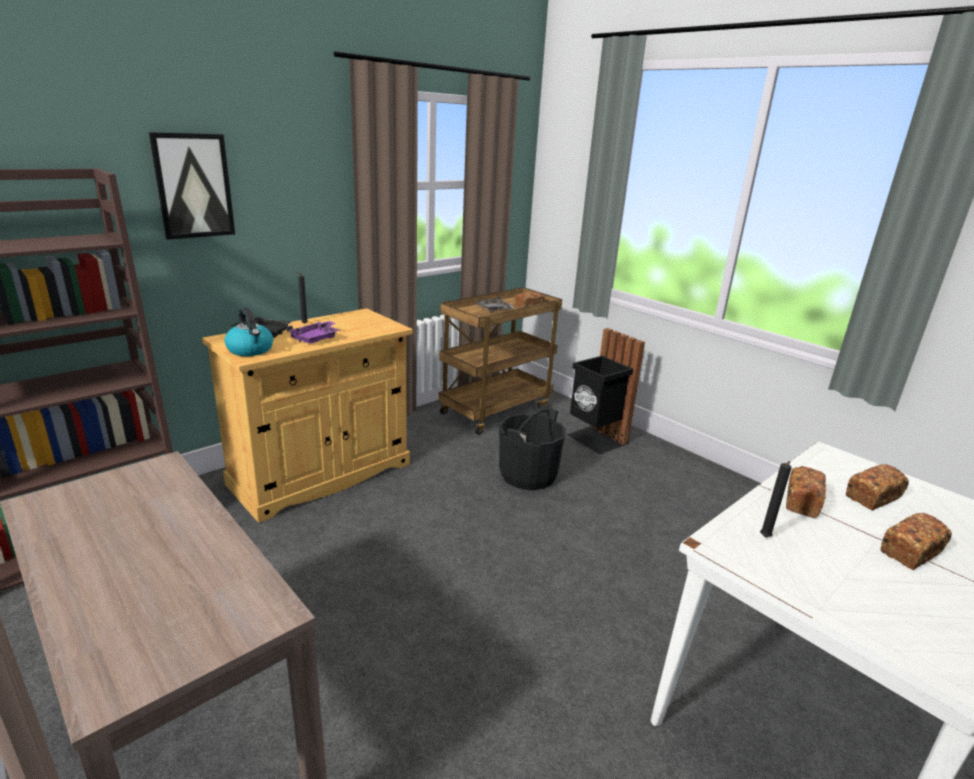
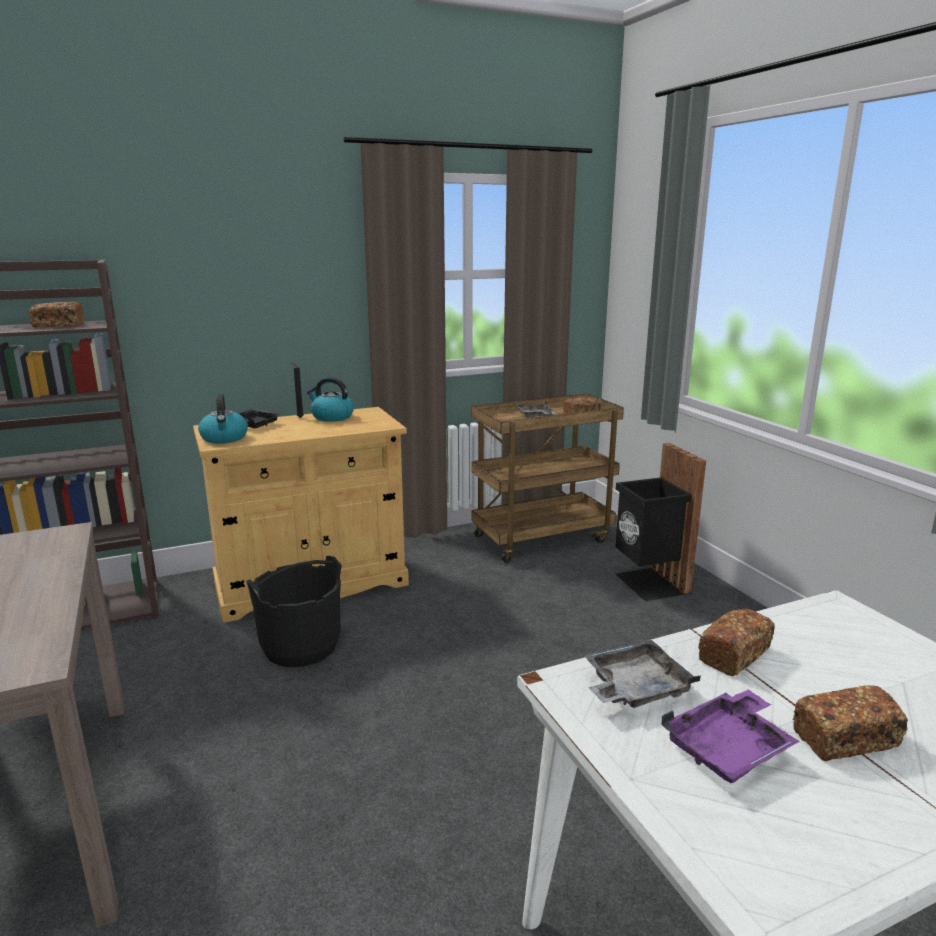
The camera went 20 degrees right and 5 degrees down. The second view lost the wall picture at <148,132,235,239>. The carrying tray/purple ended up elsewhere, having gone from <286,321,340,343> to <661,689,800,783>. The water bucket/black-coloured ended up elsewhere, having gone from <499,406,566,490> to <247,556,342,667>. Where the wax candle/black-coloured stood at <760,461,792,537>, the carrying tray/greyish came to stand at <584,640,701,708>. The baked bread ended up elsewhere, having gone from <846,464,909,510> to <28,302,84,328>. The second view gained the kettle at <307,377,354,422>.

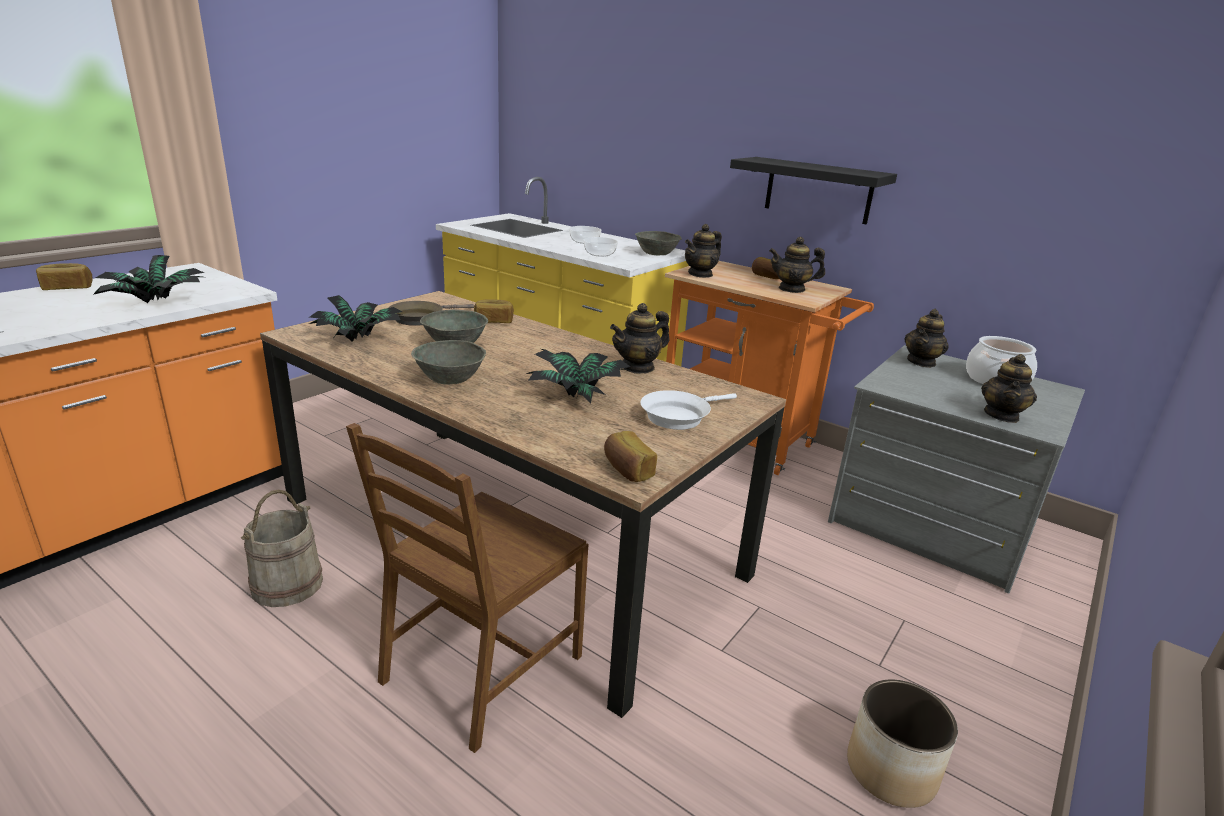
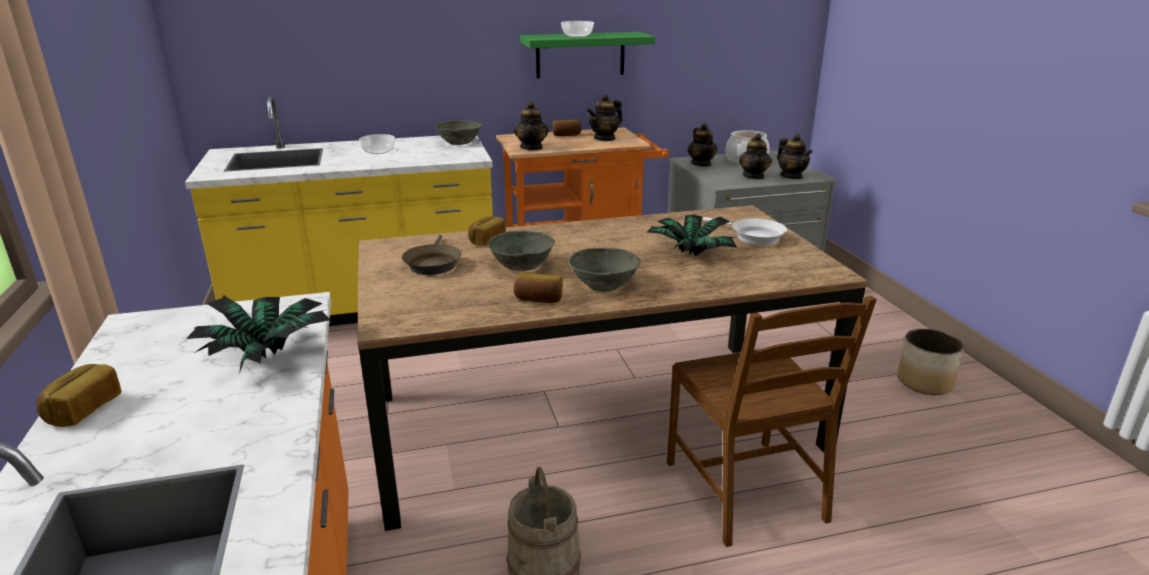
The camera went 50 degrees left and 0 degrees up. What was the wall shelf/black-coloured at <730,157,897,224> turned into the wall shelf/green at <520,32,655,78>. The serving bowl ended up elsewhere, having gone from <583,237,618,257> to <561,21,594,37>. The second view lost the plant in a pot at <309,295,405,342>. The pot for tea ended up elsewhere, having gone from <610,303,669,374> to <739,134,772,179>. The frying pan/white-coloured at <640,390,737,430> ended up facing another way, 45 degrees counterclockwise from before. The baked bread ended up elsewhere, having gone from <604,431,657,482> to <514,272,563,303>.

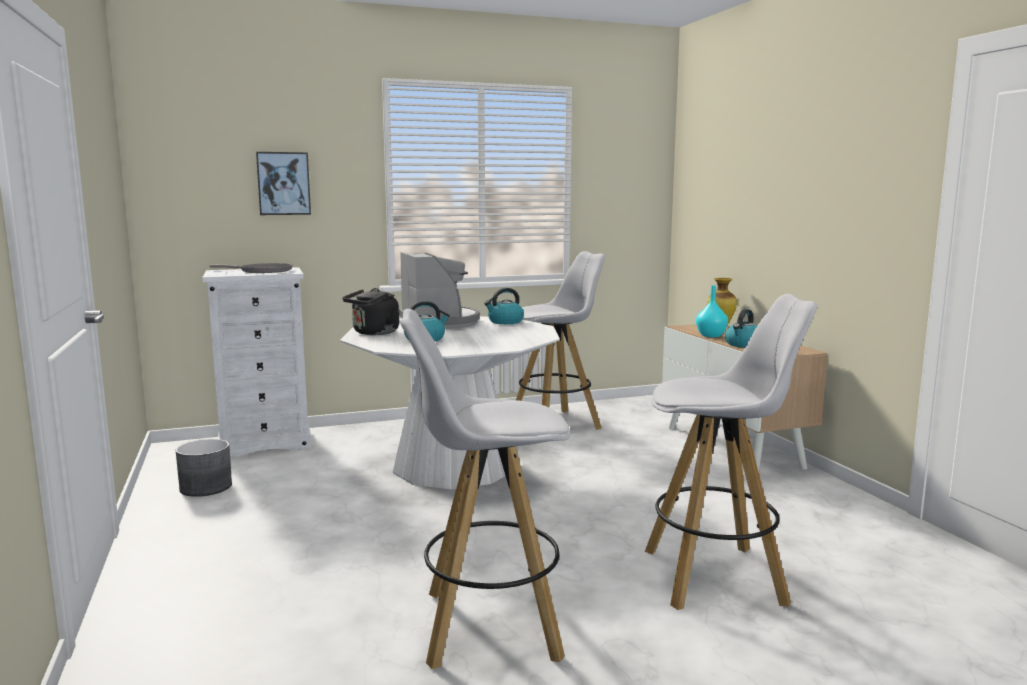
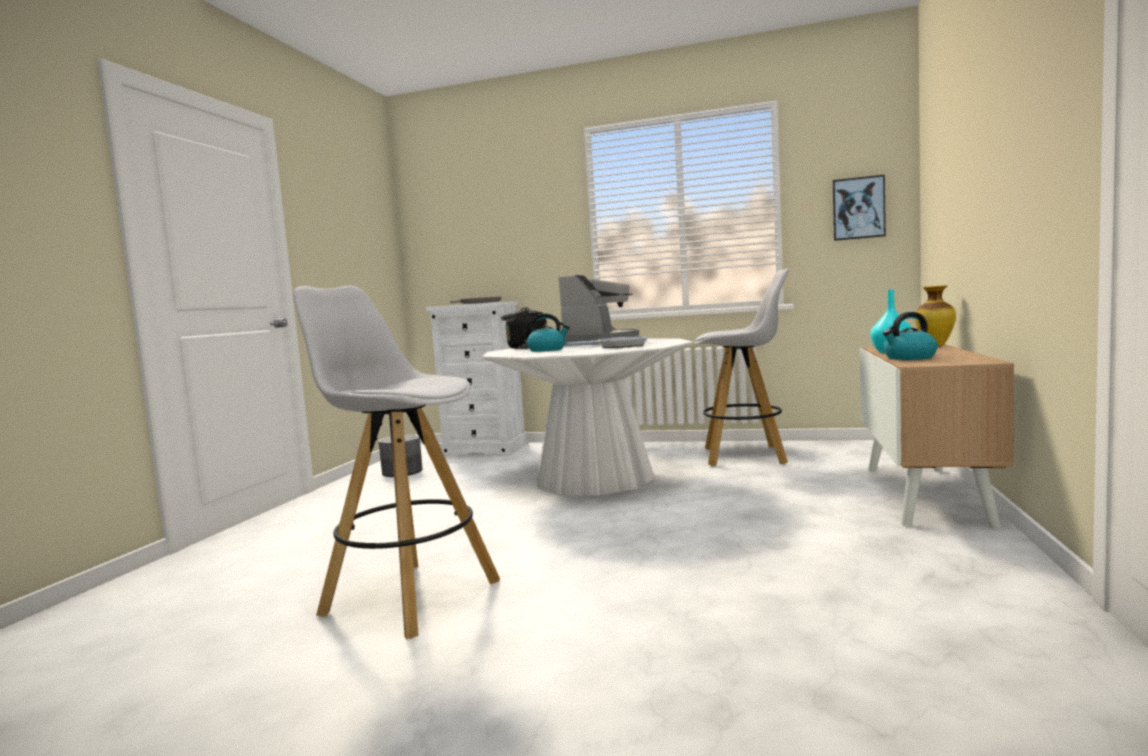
The camera went 35 degrees right and 5 degrees down. The wall picture ended up elsewhere, having gone from <256,152,311,215> to <833,175,886,241>. The second view lost the kettle at <484,288,524,324>. The second view lost the stool/white-coloured at <645,294,817,610>. The second view gained the frying pan at <568,336,647,348>.

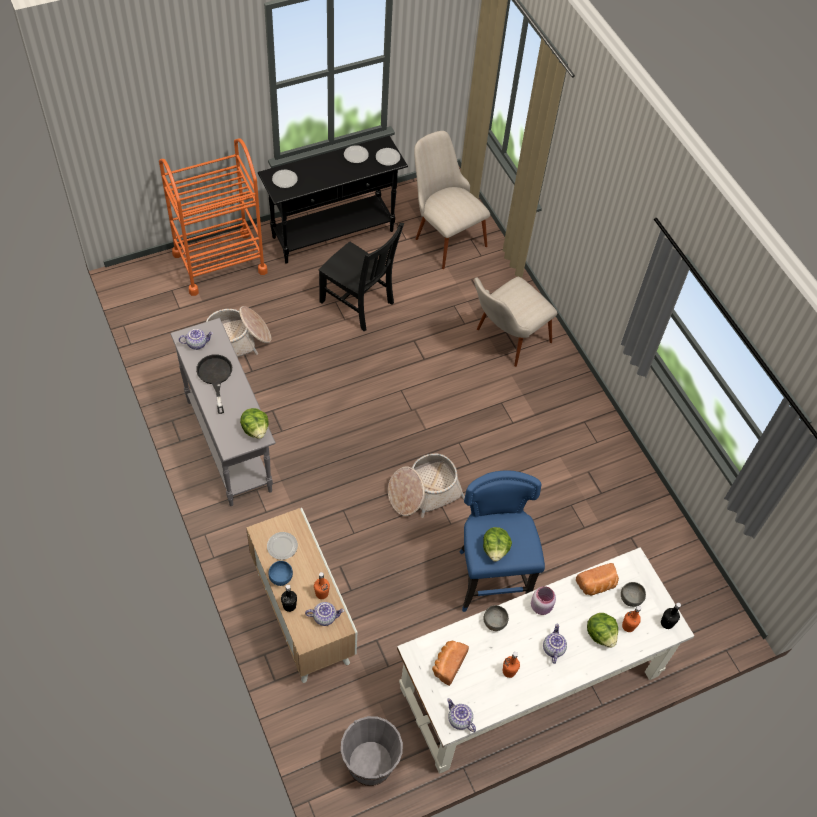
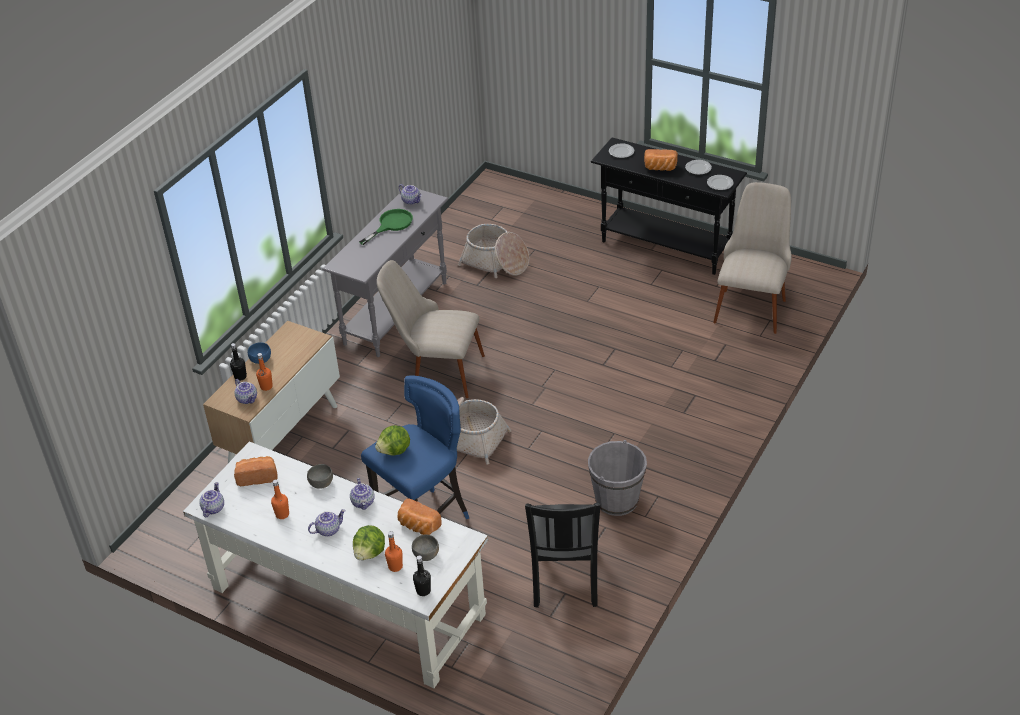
The camera went 60 degrees right and 15 degrees down. The second view lost the cart/orange at <159,139,268,296>. The plain chair/black-coloured ended up elsewhere, having gone from <319,223,404,331> to <525,502,601,608>. The plain chair/beige-coloured ended up elsewhere, having gone from <474,277,557,367> to <377,260,485,398>. What was the frying pan/black-coloured at <196,354,232,414> turned into the frying pan/green at <359,209,413,245>. The second view lost the lettuce at <240,408,269,439>. The second view lost the flat dish at <267,532,298,560>. Where the preserve jar/pink-coloured stood at <531,586,556,615>, the pot for tea came to stand at <350,478,375,510>. The water bucket/greyish ended up elsewhere, having gone from <341,716,403,786> to <588,440,647,516>. The second view gained the baked bread at <644,149,678,171>.

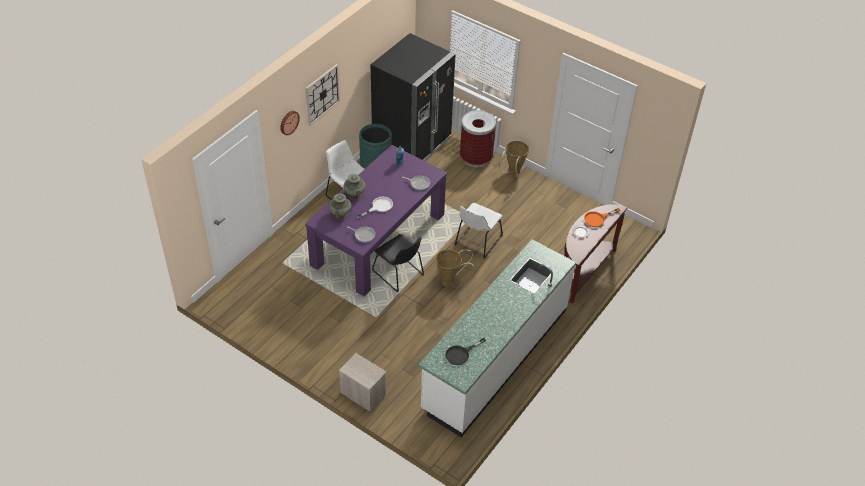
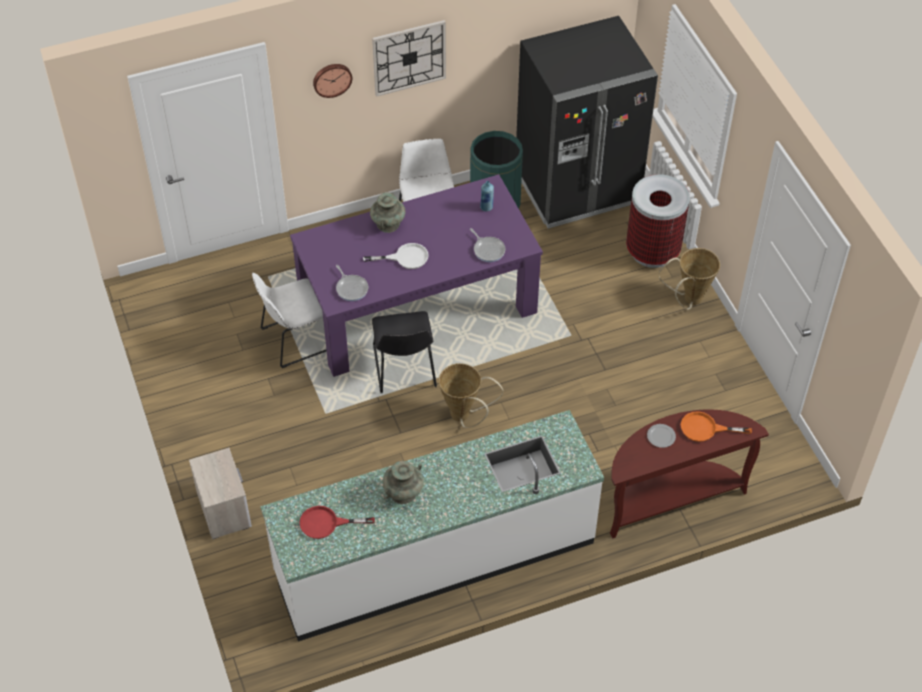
The camera went 35 degrees right and 5 degrees up. The decorative vase/turquoise-coloured ended up elsewhere, having gone from <329,194,352,220> to <383,461,424,504>. The plain chair/white-coloured ended up elsewhere, having gone from <455,203,503,259> to <252,273,327,368>. What was the frying pan/black-coloured at <445,338,486,365> turned into the frying pan/reddish at <299,506,375,539>.

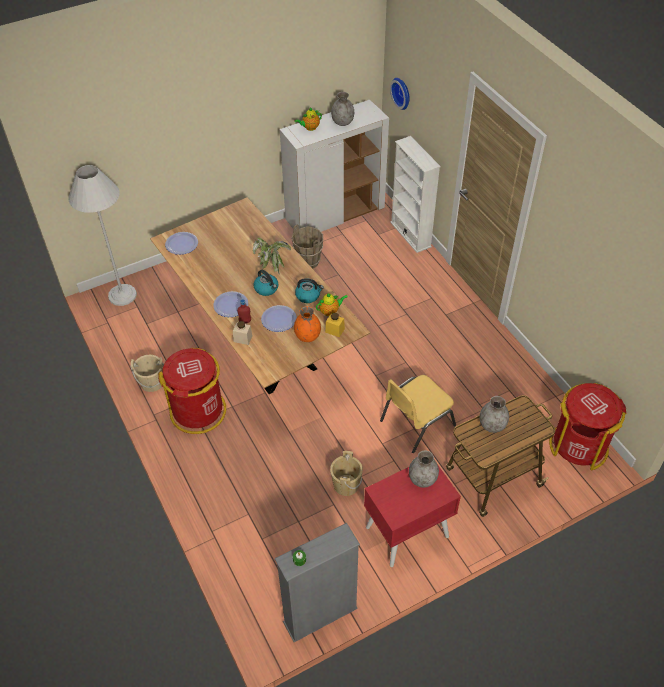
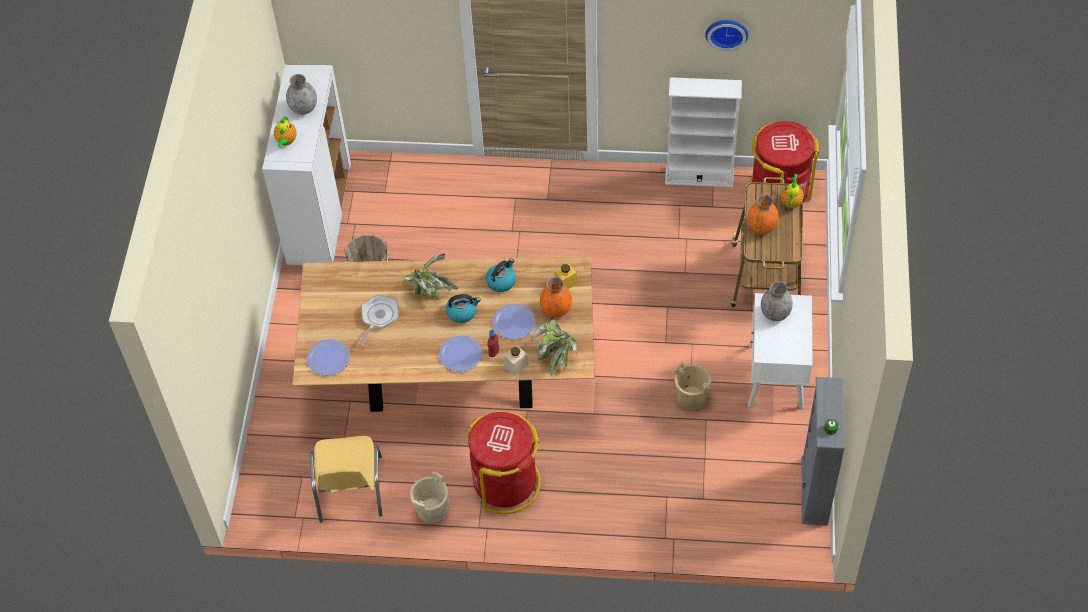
The camera went 55 degrees left and 5 degrees up. The clock on the wall ended up elsewhere, having gone from <390,78,410,110> to <705,20,748,51>. The bookshelf/white-coloured ended up elsewhere, having gone from <390,136,441,253> to <665,77,742,187>. The second view lost the standing lamp/white-coloured at <68,165,137,306>. The pot for tea ended up elsewhere, having gone from <316,293,348,316> to <781,174,804,209>. The plain chair/yellowish ended up elsewhere, having gone from <380,375,456,453> to <310,436,382,522>. What was the decorative vase/greyish at <479,396,509,433> turned into the decorative vase/orange at <748,194,779,234>. What was the night table/reddish at <364,464,461,567> turned into the night table/white-coloured at <748,293,813,410>. The second view gained the frying pan at <359,295,399,345>. The second view gained the plant in a pot at <531,320,578,377>.

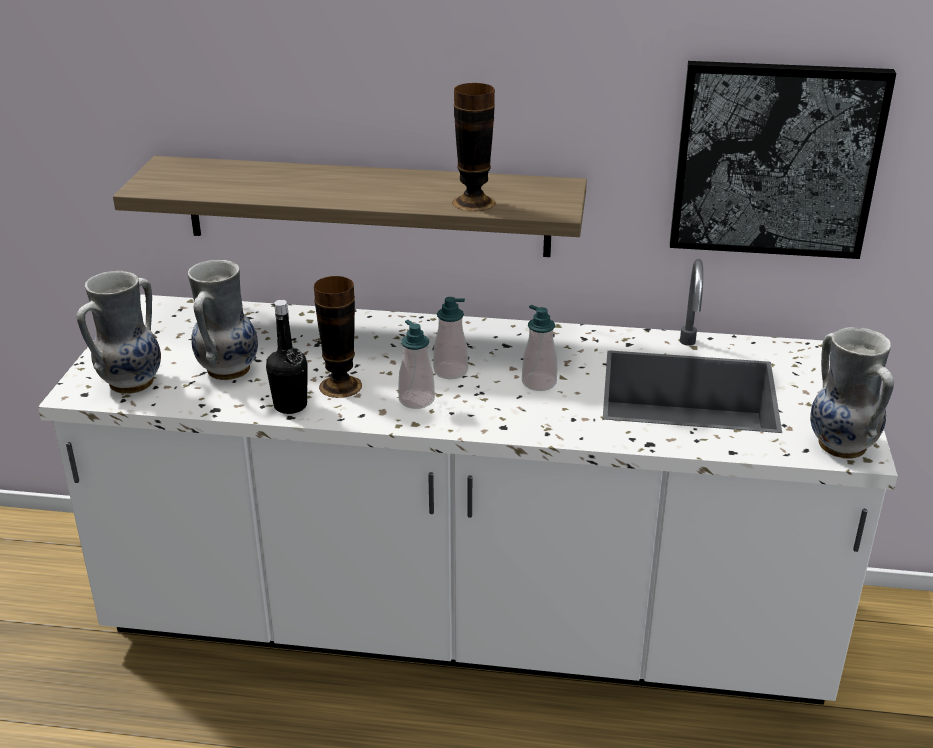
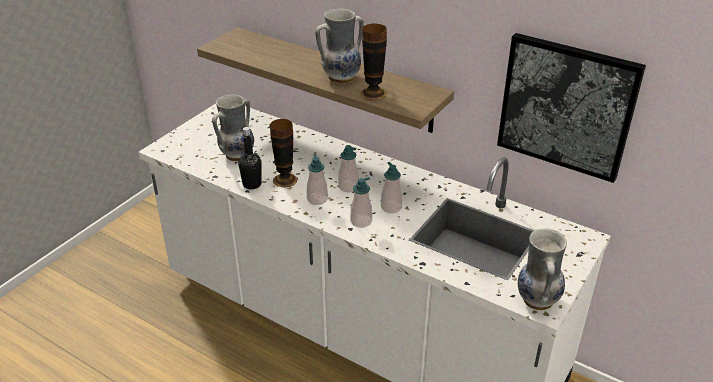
The camera went 25 degrees right and 5 degrees up. The decorative vase ended up elsewhere, having gone from <76,271,161,394> to <315,9,364,84>. The second view gained the soap dispenser at <350,177,372,228>.

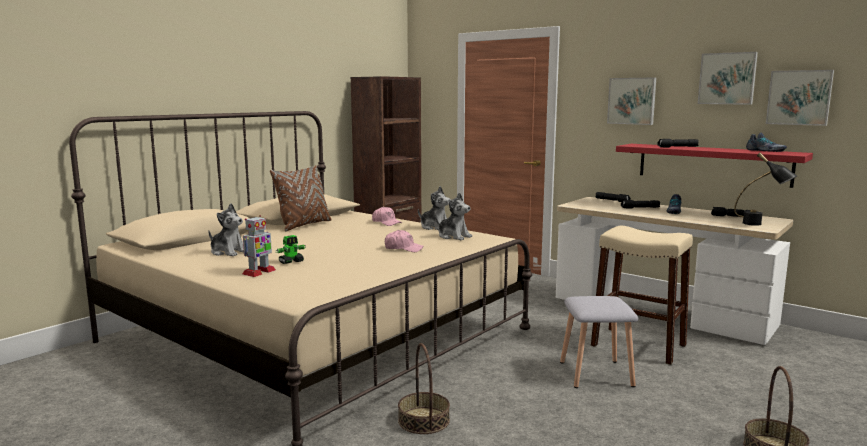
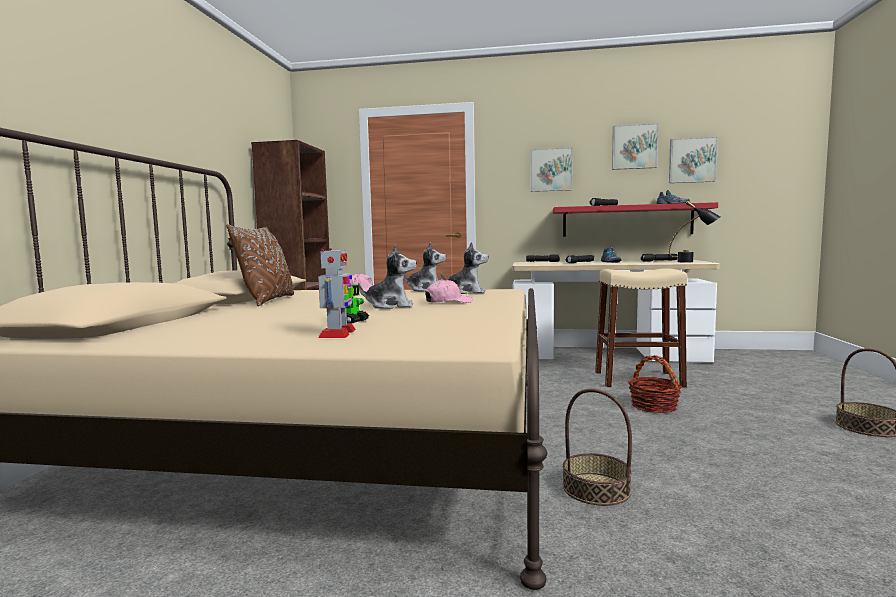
The camera went 30 degrees left and 5 degrees down. The cuddly toy ended up elsewhere, having gone from <209,203,244,256> to <358,244,417,309>. Where the stool/greyish stood at <560,296,638,388>, the household basket came to stand at <628,355,682,413>.

